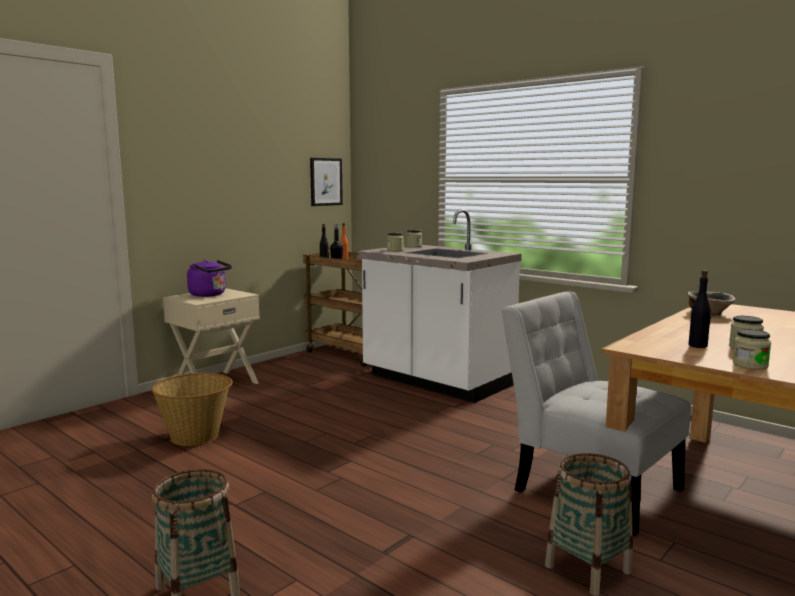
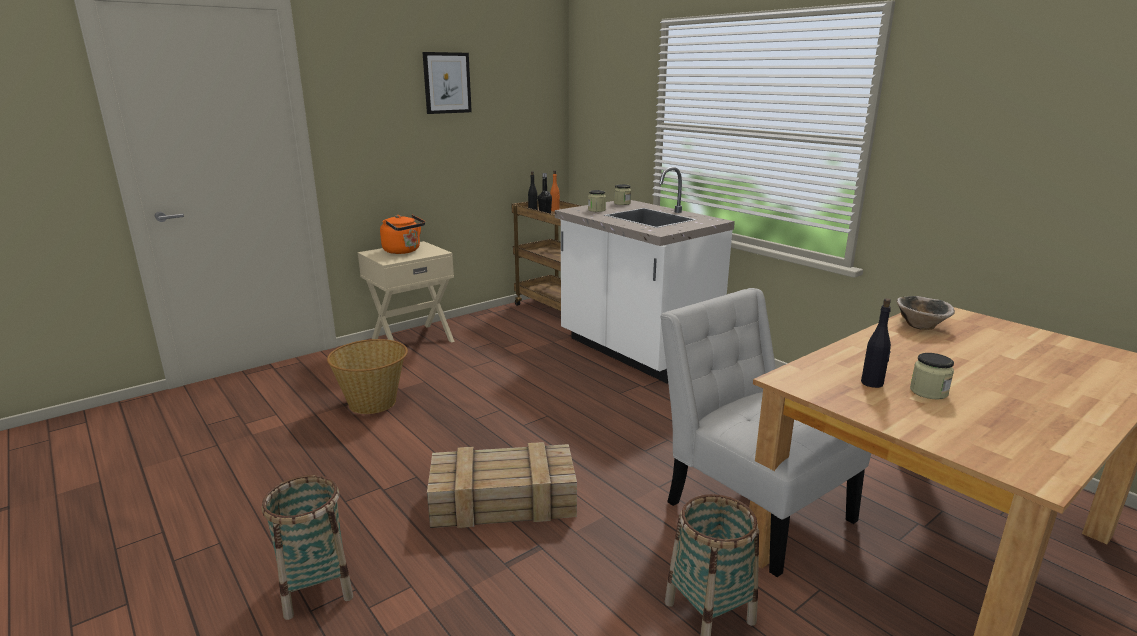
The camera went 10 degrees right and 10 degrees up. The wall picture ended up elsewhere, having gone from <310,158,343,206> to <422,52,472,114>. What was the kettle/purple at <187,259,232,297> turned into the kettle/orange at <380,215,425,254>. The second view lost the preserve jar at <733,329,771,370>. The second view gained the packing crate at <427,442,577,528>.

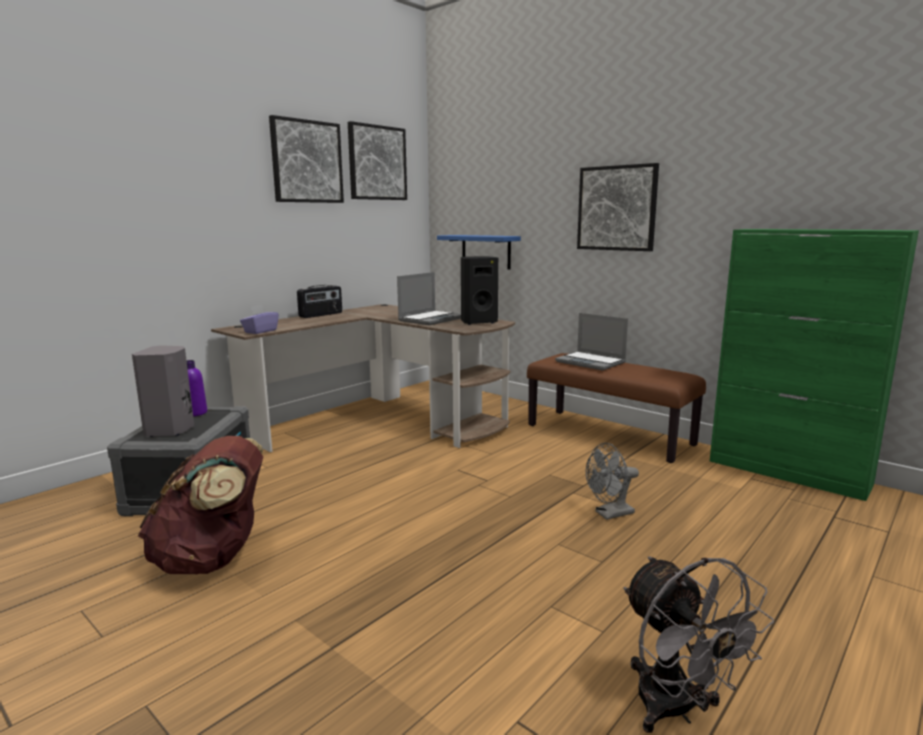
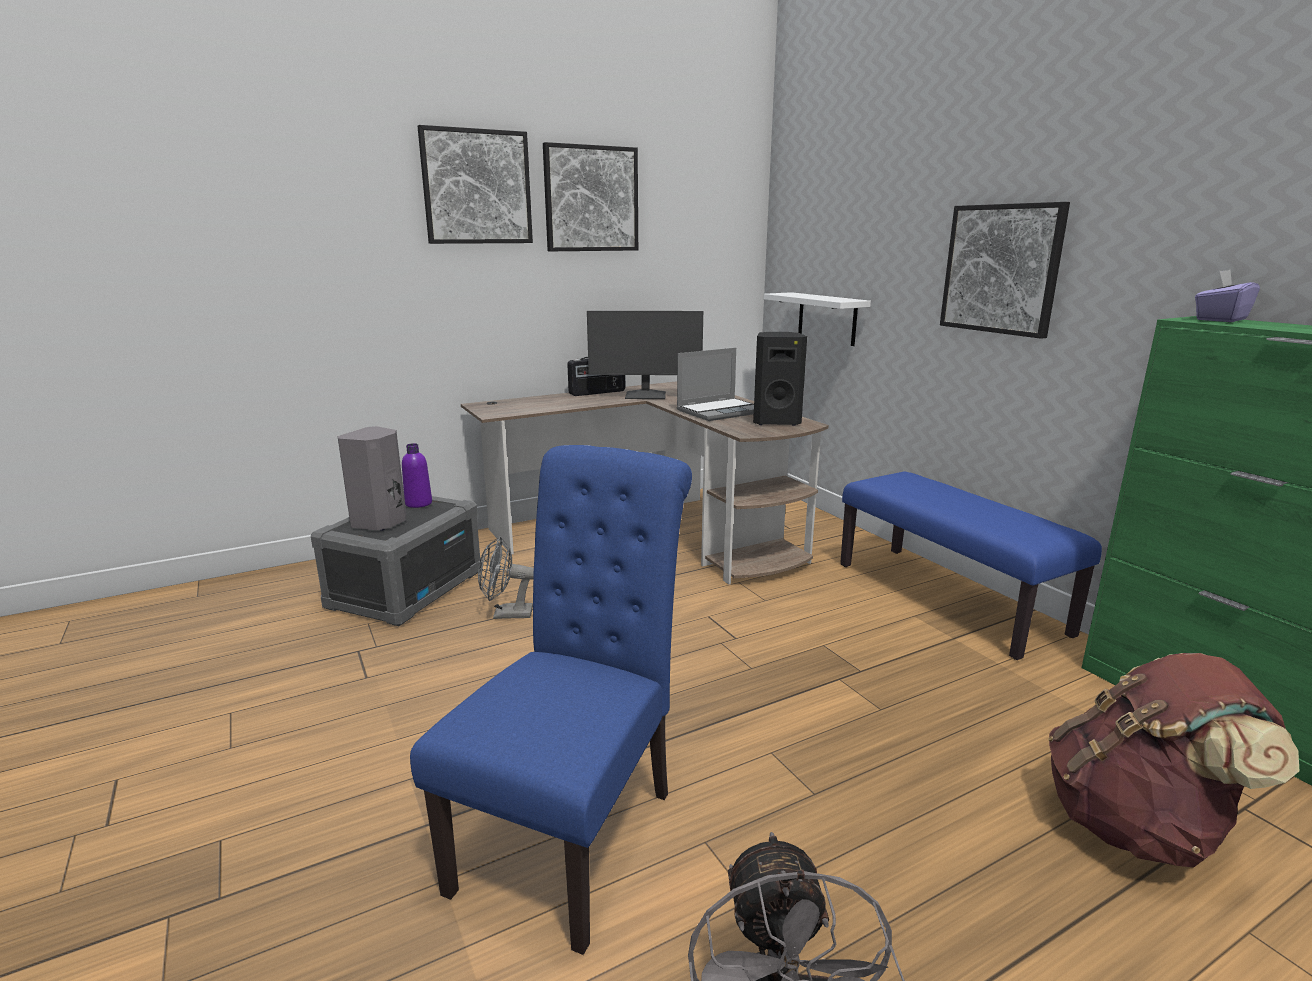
The camera went 20 degrees right and 5 degrees up. The wall picture ended up elsewhere, having gone from <348,121,407,200> to <418,125,533,244>. What was the wall shelf/blue at <437,235,521,270> turned into the wall shelf/white-coloured at <764,292,871,346>. The tissue box/purple ended up elsewhere, having gone from <240,305,279,334> to <1195,270,1260,322>. The second view lost the portable computer at <555,313,628,371>. What was the bench/brown-coloured at <527,353,706,463> turned into the bench/blue at <840,471,1102,660>. The knapsack/brown-coloured ended up elsewhere, having gone from <138,436,263,574> to <1048,653,1300,867>. The electric fan/greyish ended up elsewhere, having gone from <586,443,639,520> to <478,536,534,619>. The second view gained the computer screen at <587,311,703,399>. The second view gained the plain chair/blue at <410,445,692,955>.

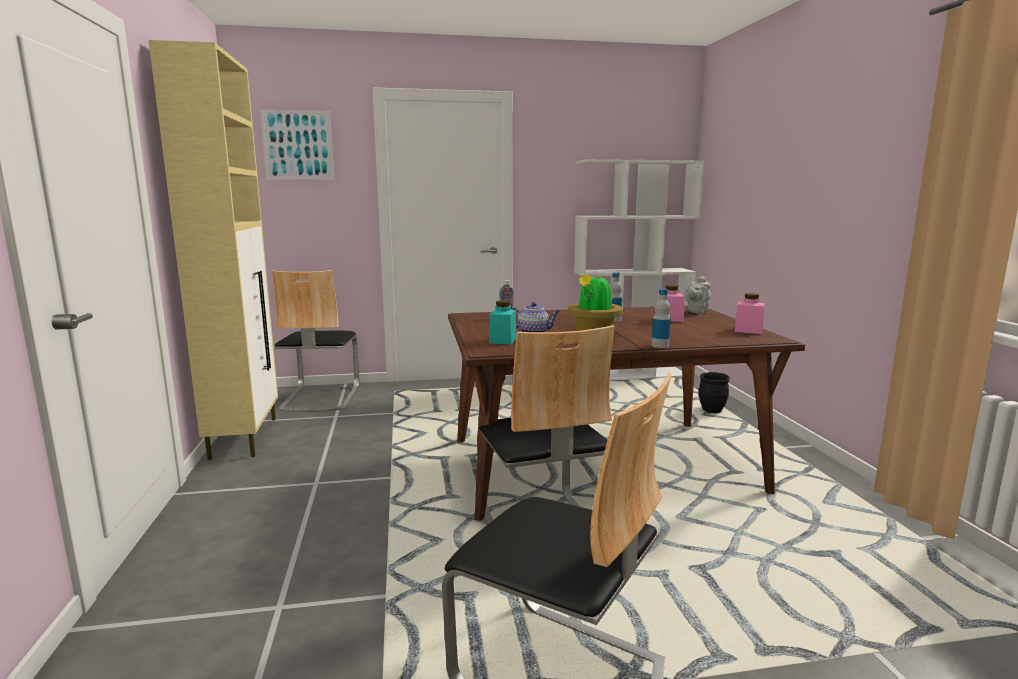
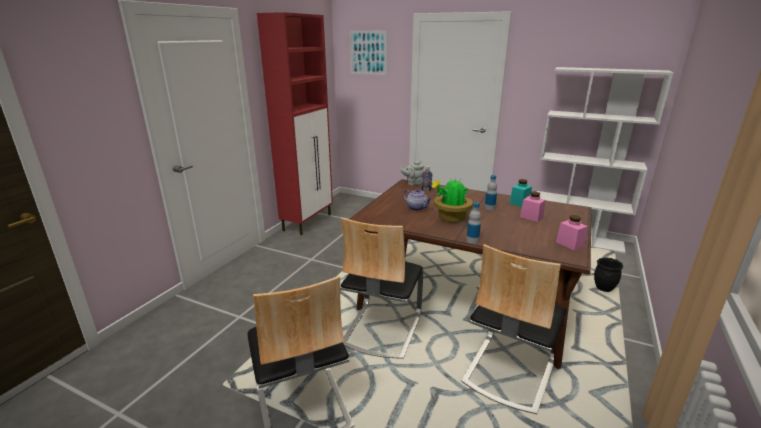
The camera went 35 degrees right and 10 degrees up. What was the cupboard/beige-coloured at <149,40,278,460> turned into the cupboard/reddish at <257,12,333,235>. The plain chair ended up elsewhere, having gone from <272,270,359,412> to <461,244,566,414>. The pot for tea/greyish ended up elsewhere, having gone from <684,276,711,314> to <400,161,424,185>. The preserve jar/turquoise-coloured ended up elsewhere, having gone from <489,300,516,344> to <510,179,532,207>.

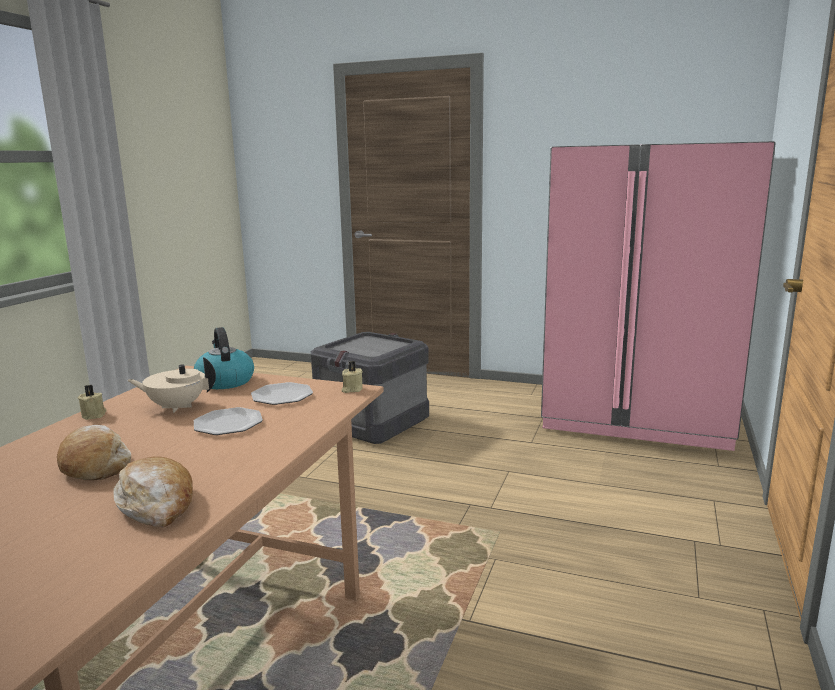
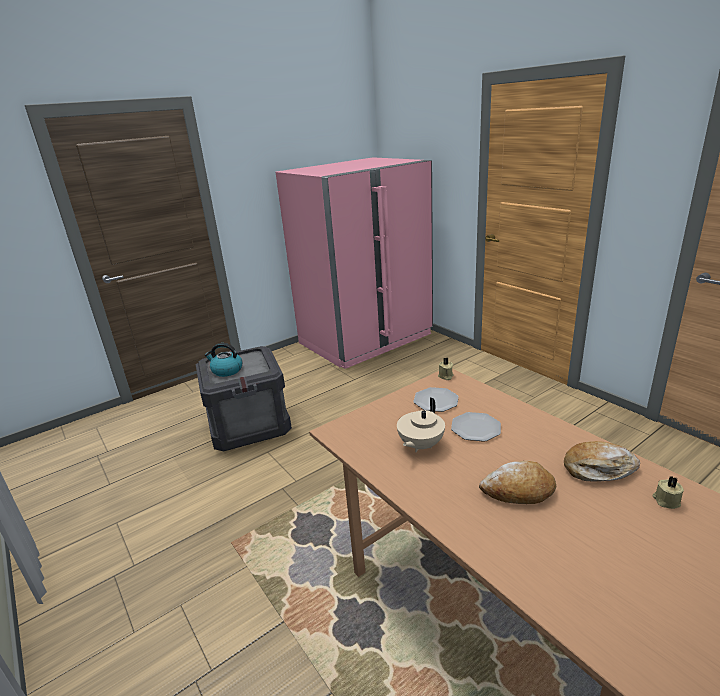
The camera went 55 degrees left and 10 degrees up. The kettle ended up elsewhere, having gone from <194,327,254,389> to <205,343,242,377>. The wax candle/beige-coloured ended up elsewhere, having gone from <78,385,107,420> to <652,476,684,509>.

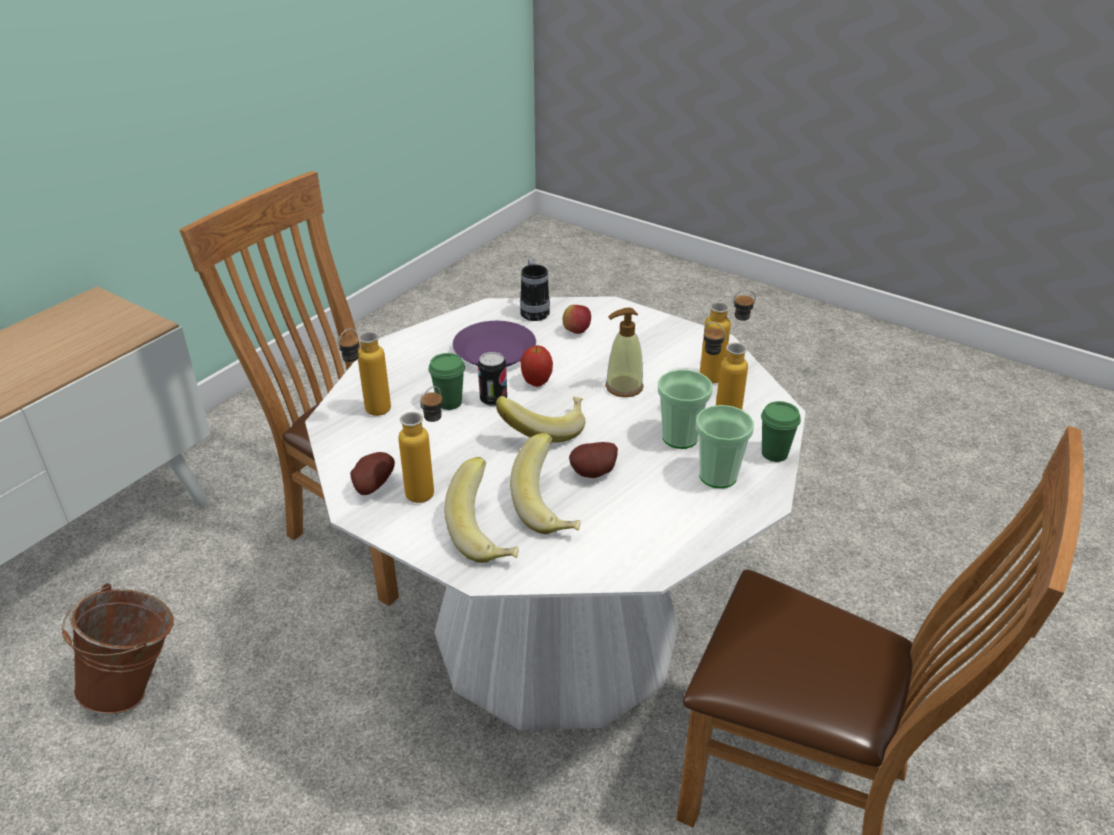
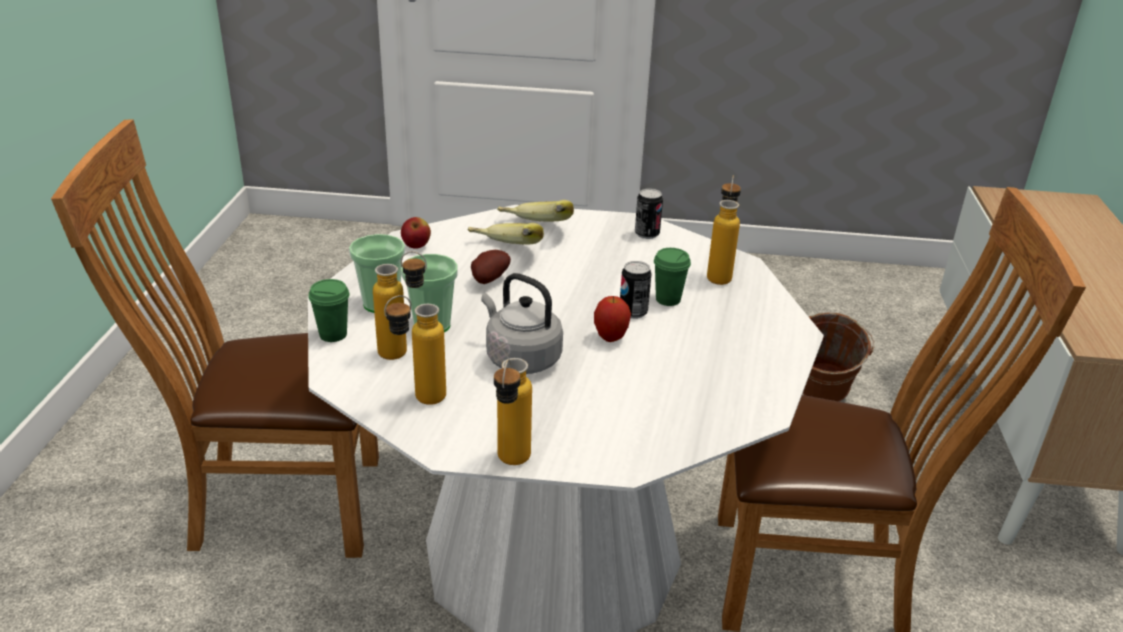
The camera went 150 degrees right and 5 degrees down. The second view lost the coffee mug at <520,258,550,321>. The whole apple ended up elsewhere, having gone from <563,305,591,334> to <401,217,431,249>. Where the soap dispenser stood at <605,308,644,397>, the kettle/greyish came to stand at <481,273,563,374>. The second view lost the flat dish/purple at <453,321,536,367>. The beverage bottle ended up elsewhere, having gone from <398,386,443,503> to <494,358,532,465>. The second view lost the banana at <496,396,585,443>. Where the whole potato stood at <350,452,395,495>, the sealed can came to stand at <635,188,663,239>.

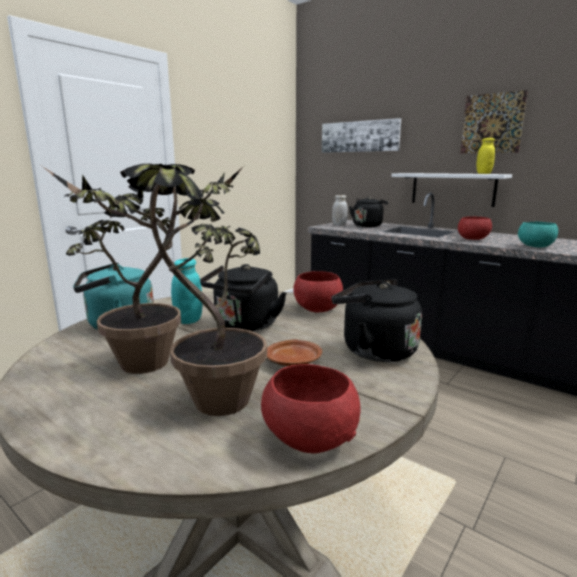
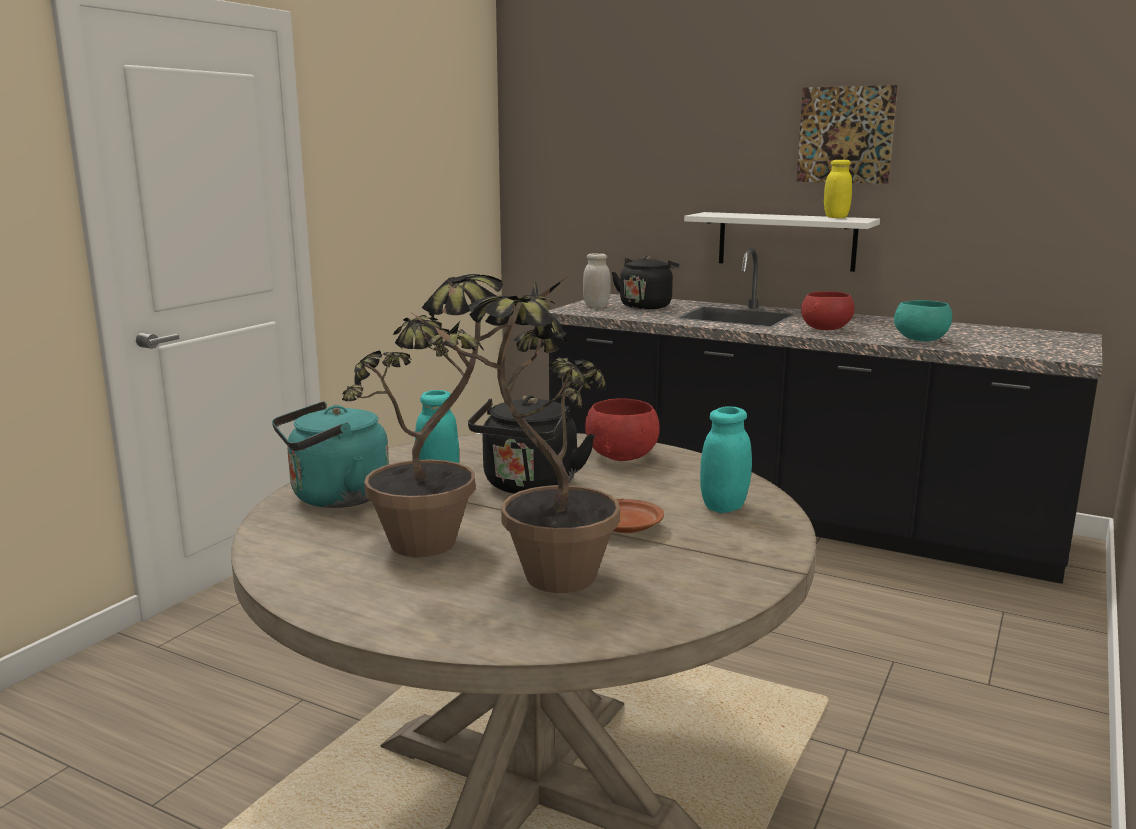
The camera went 10 degrees left and 0 degrees up. The second view lost the wall picture at <322,118,401,153>. Where the kettle/black-coloured stood at <331,279,422,362>, the preserve jar/turquoise-coloured came to stand at <700,407,752,513>. The second view lost the serving bowl/reddish at <261,364,360,454>.

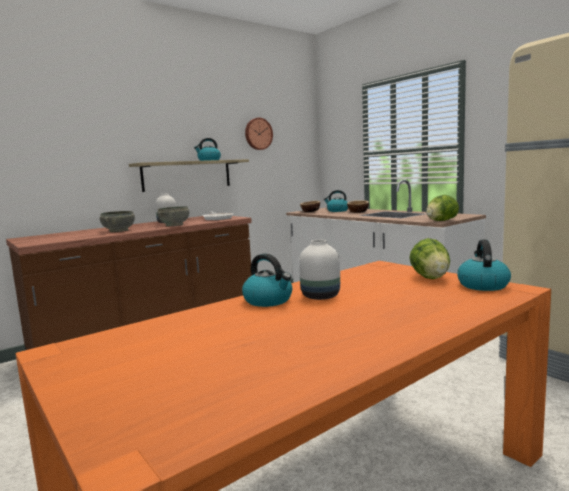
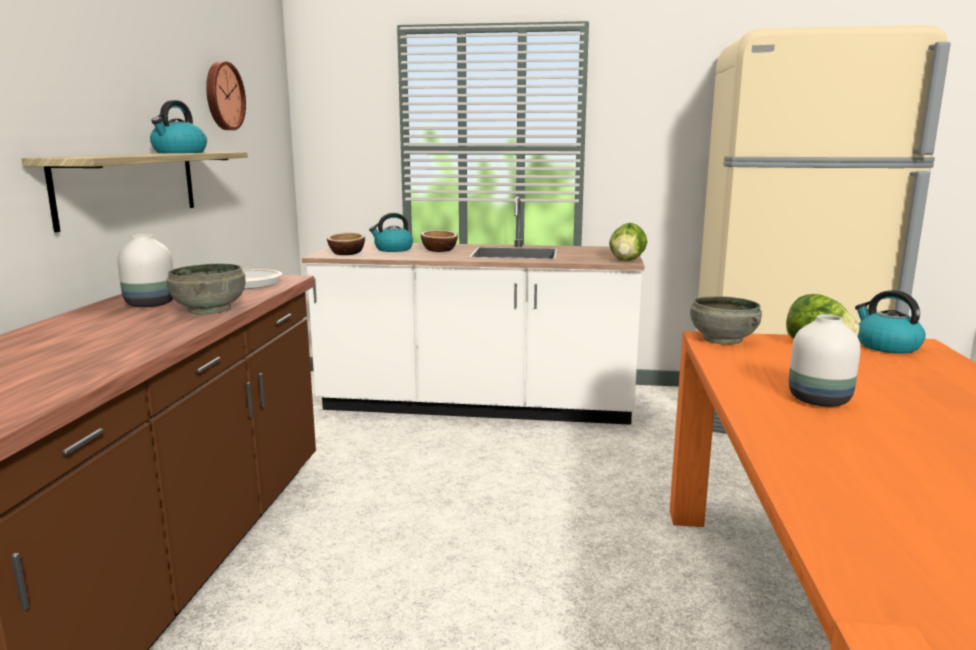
The camera went 45 degrees left and 5 degrees up. The serving bowl/greyish ended up elsewhere, having gone from <100,211,135,232> to <690,296,762,345>. The second view lost the kettle at <242,254,292,307>.

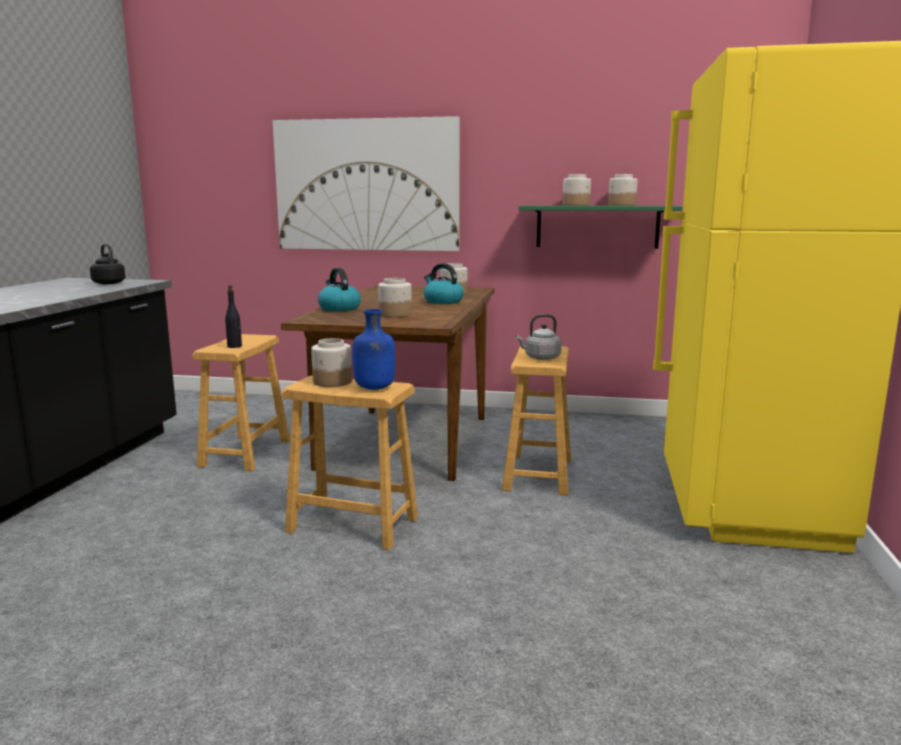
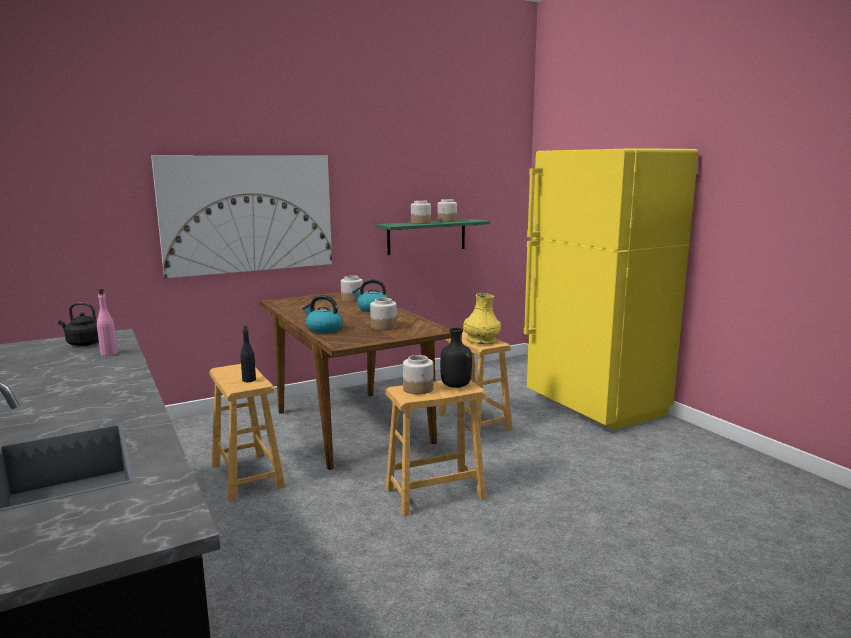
The camera went 40 degrees left and 0 degrees up. What was the beverage bottle/blue at <352,309,395,390> turned into the beverage bottle/black-coloured at <440,328,472,388>. Where the kettle/greyish stood at <516,314,562,360>, the decorative vase/yellowish came to stand at <463,293,501,344>. The second view gained the beverage bottle/pink-coloured at <97,288,118,356>.

